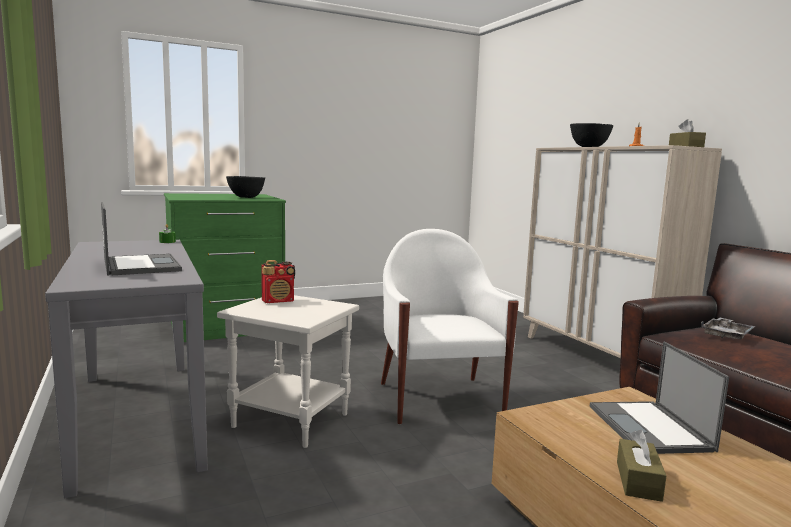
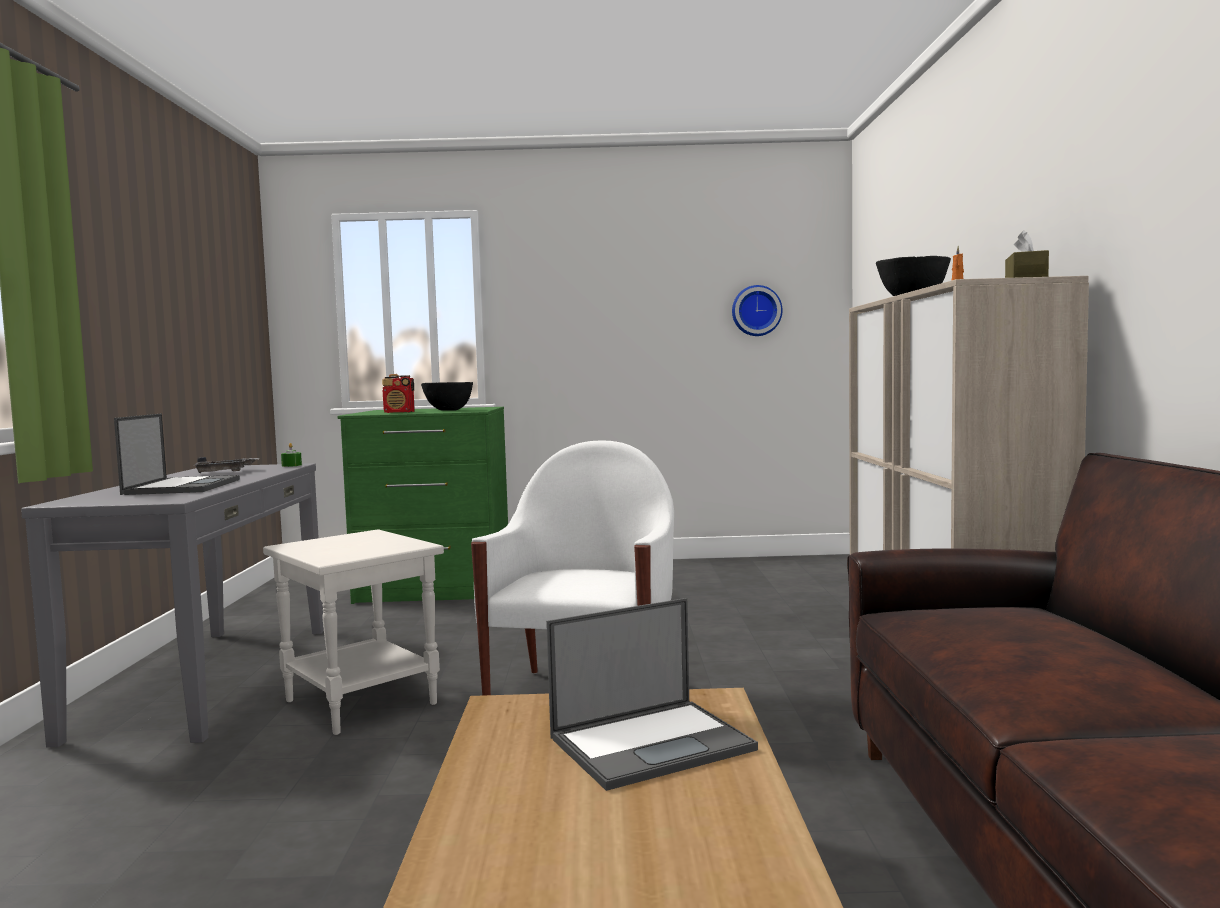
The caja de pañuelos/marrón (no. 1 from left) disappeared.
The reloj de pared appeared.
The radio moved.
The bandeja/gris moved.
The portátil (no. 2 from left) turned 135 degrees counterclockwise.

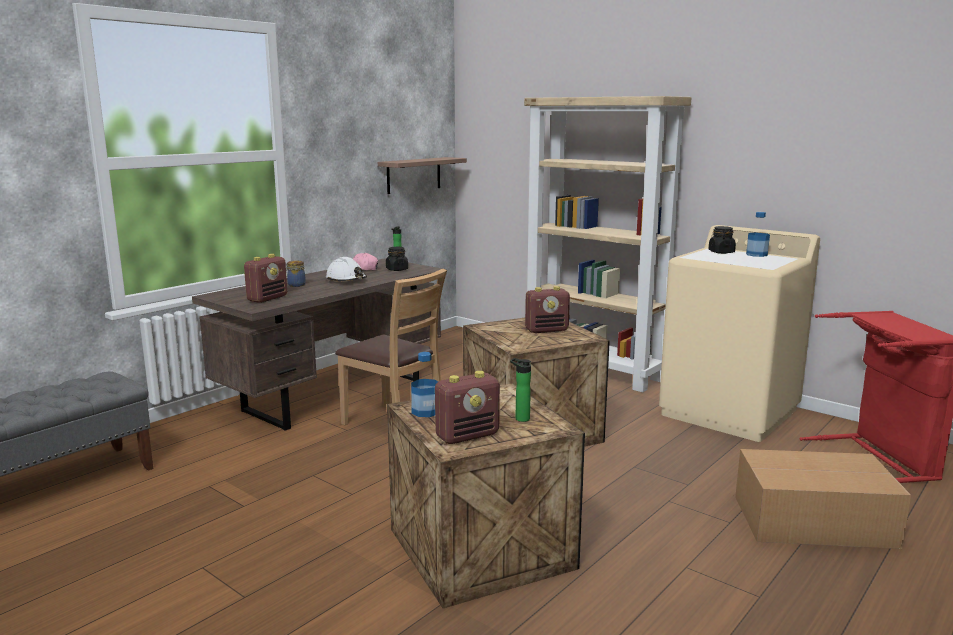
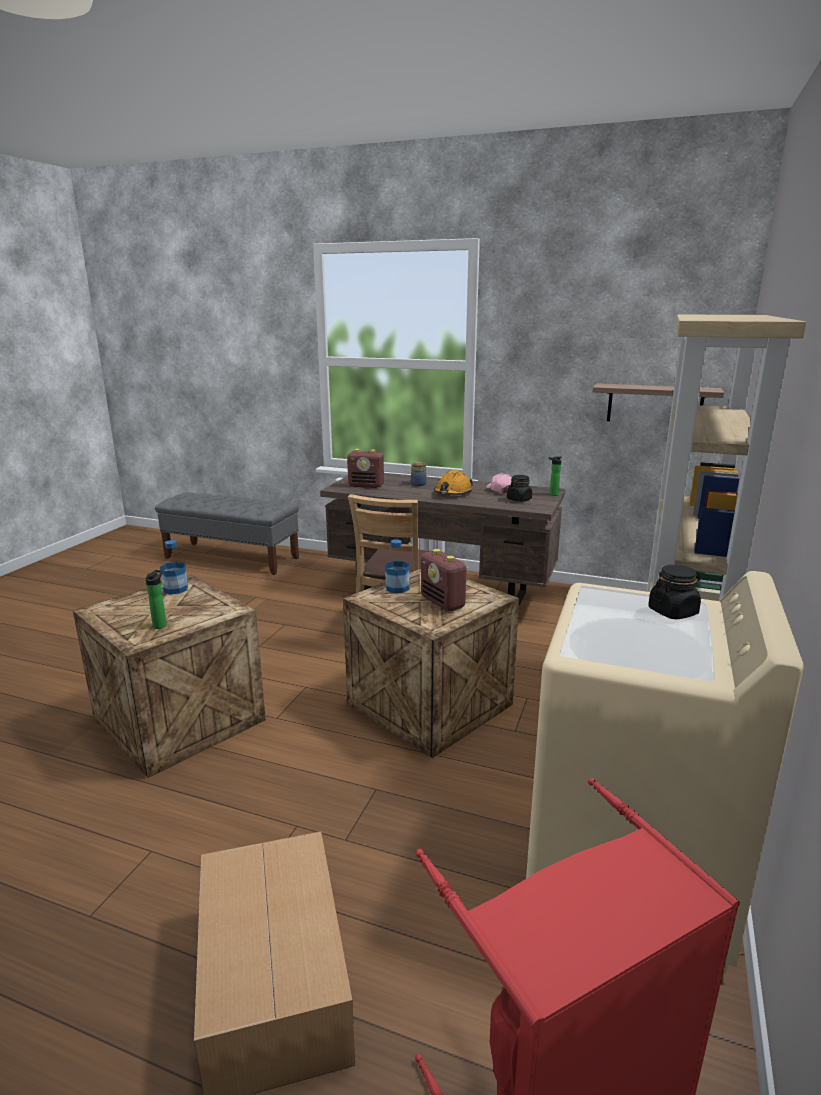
The radio (no. 2 from left) disappeared.
The botella (no. 4 from left in the first image) moved.
The casco/blanco became the casco/naranja.

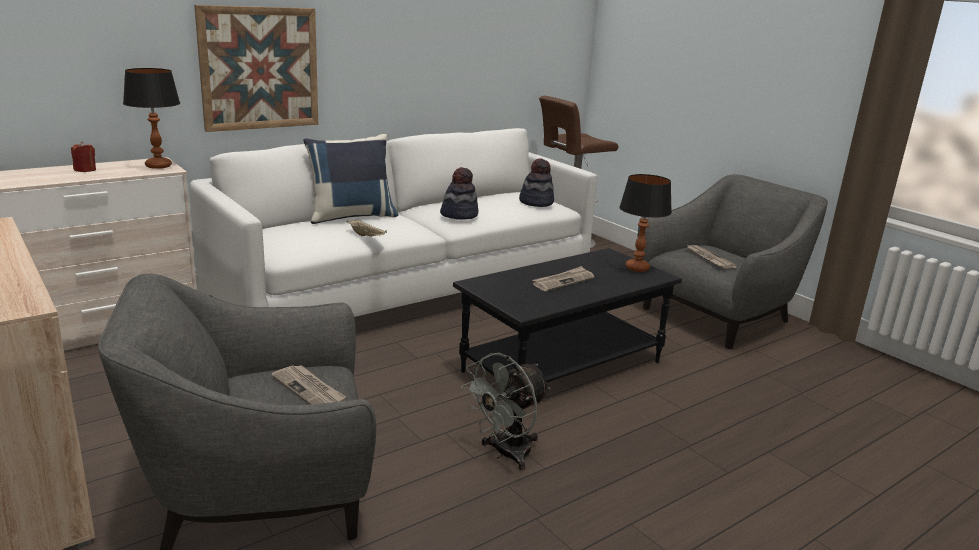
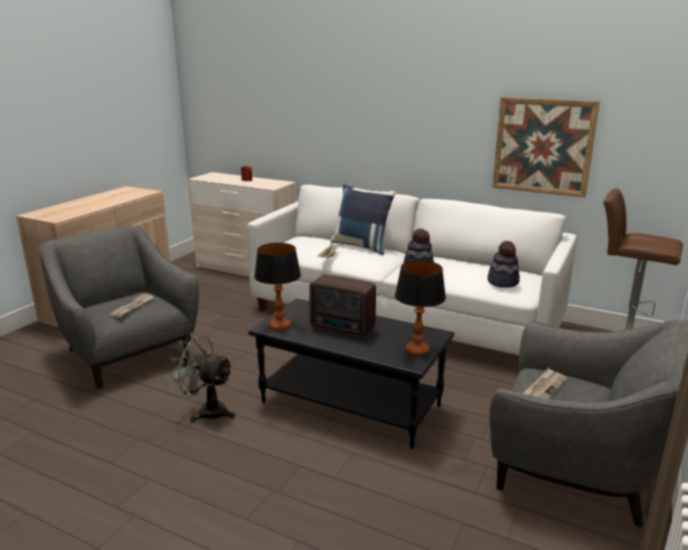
The lámpara de mesa (no. 1 from left) moved.
The cuadro moved.
The periódico (no. 2 from left) was replaced by the radio.

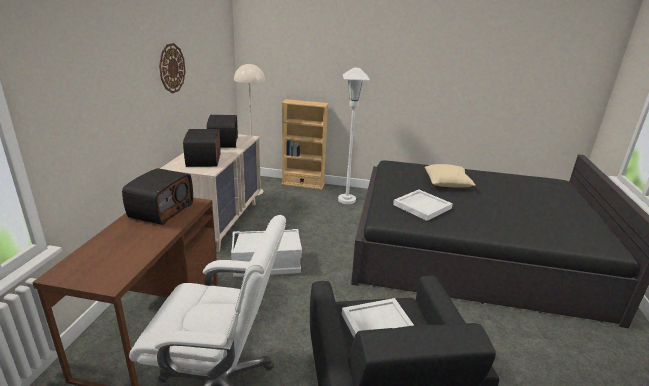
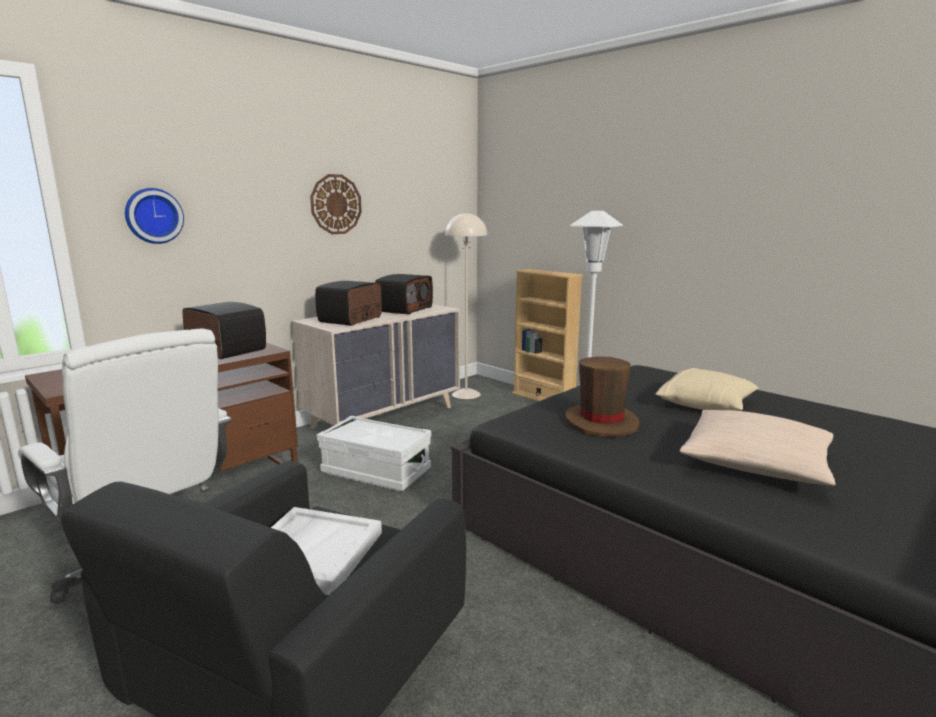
The reloj de pared (no. 1 from left) appeared.
The cojín/beis (no. 2 from left) appeared.
The bandeja/blanco (no. 2 from left) was replaced by the sombrero/marrón.
The radio (no. 1 from left) turned 105 degrees counterclockwise.

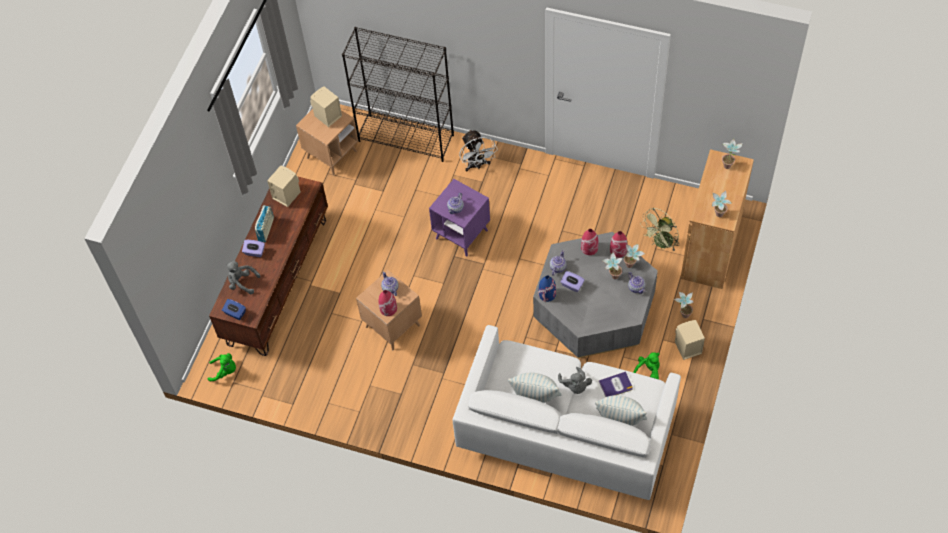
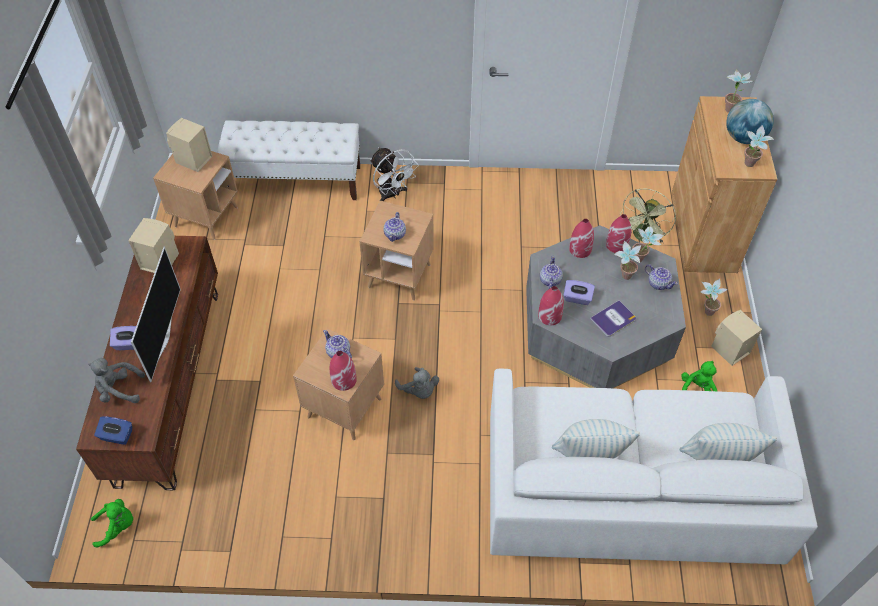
The radio disappeared.
The televisor appeared.
The globo terráqueo appeared.
The peluche/gris (no. 2 from left) moved.
The libro moved.
The estantería/negro was replaced by the banco/blanco.
The mesa auxiliar/morado became the mesa auxiliar/marrón (no. 3 from left).
The florero/azul became the florero/rojo (no. 2 from left).

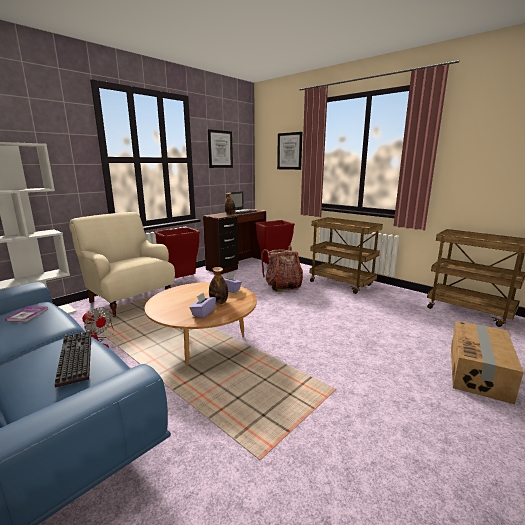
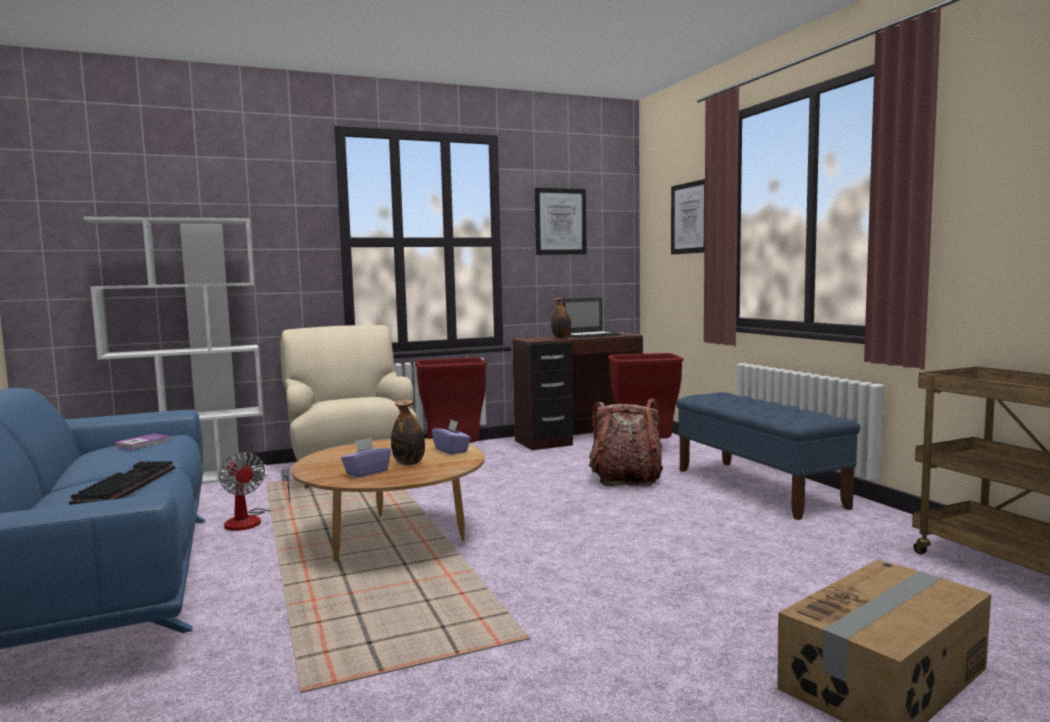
The carrito/marrón (no. 1 from left) was replaced by the banco/azul.

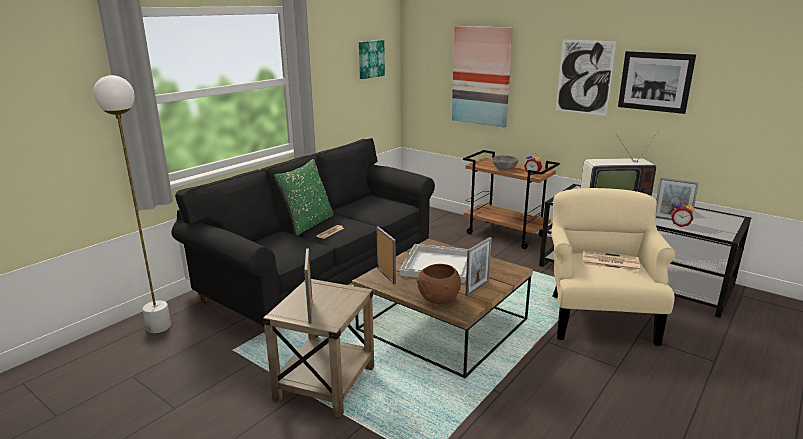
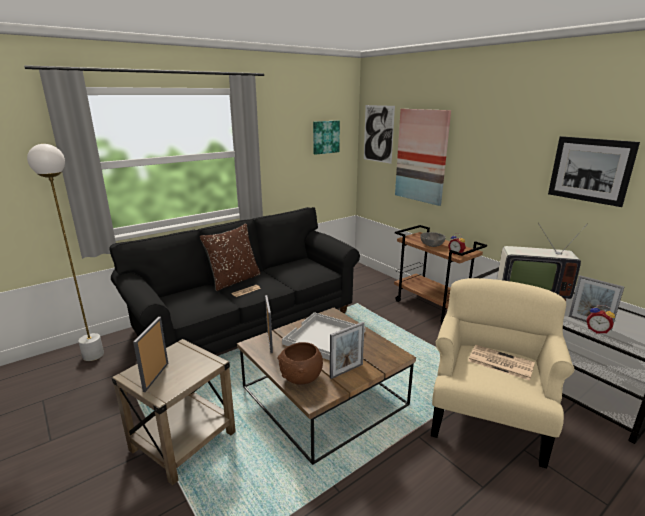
The cuadro (no. 3 from left in the first image) moved.
The cojín/verde became the cojín/marrón.

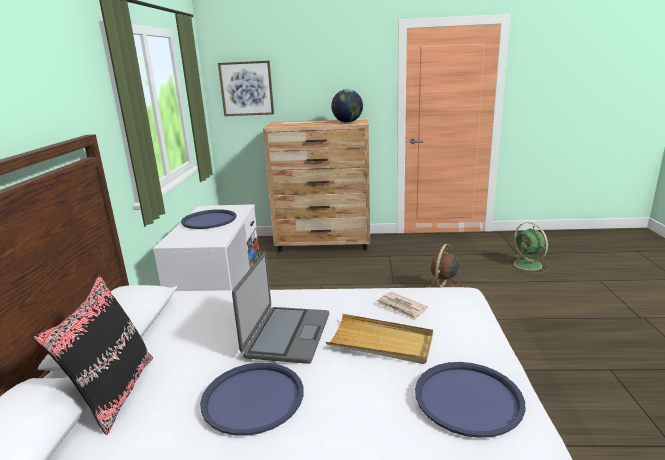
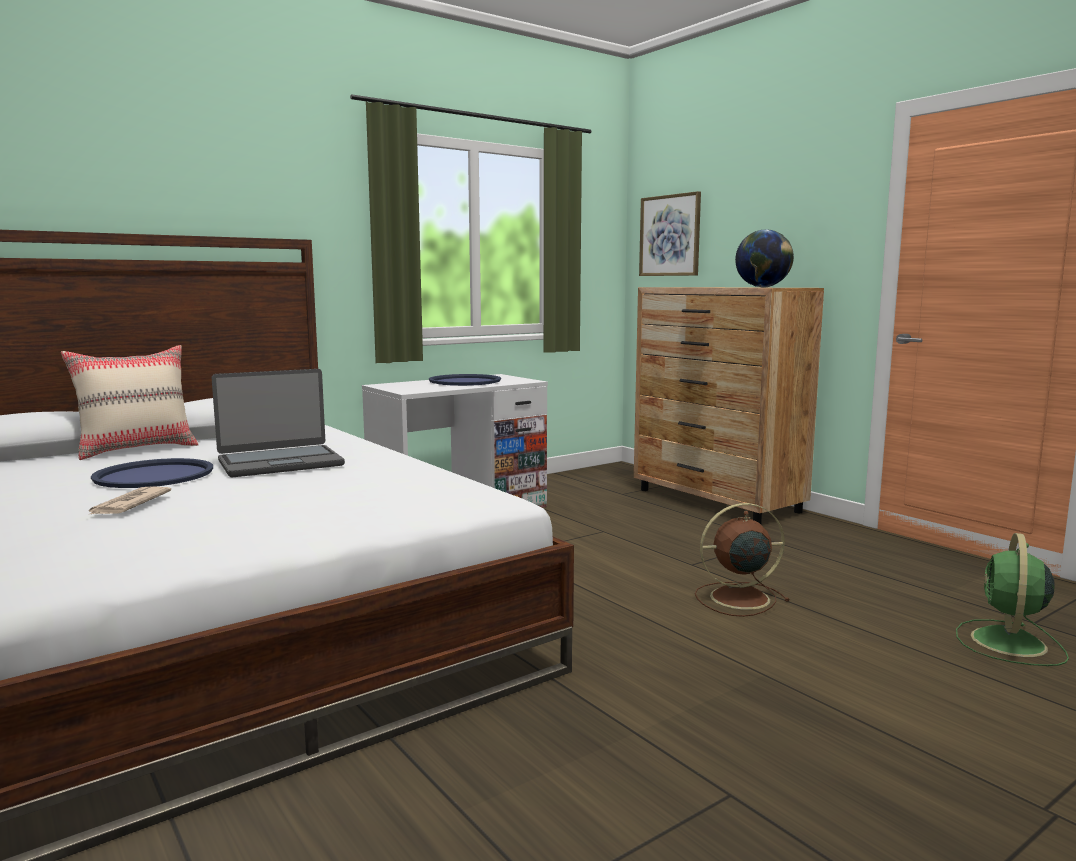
The bandeja/beis disappeared.
The bandeja/azul (no. 3 from left) disappeared.
The periódico moved.
The cojín/negro became the cojín/beis.

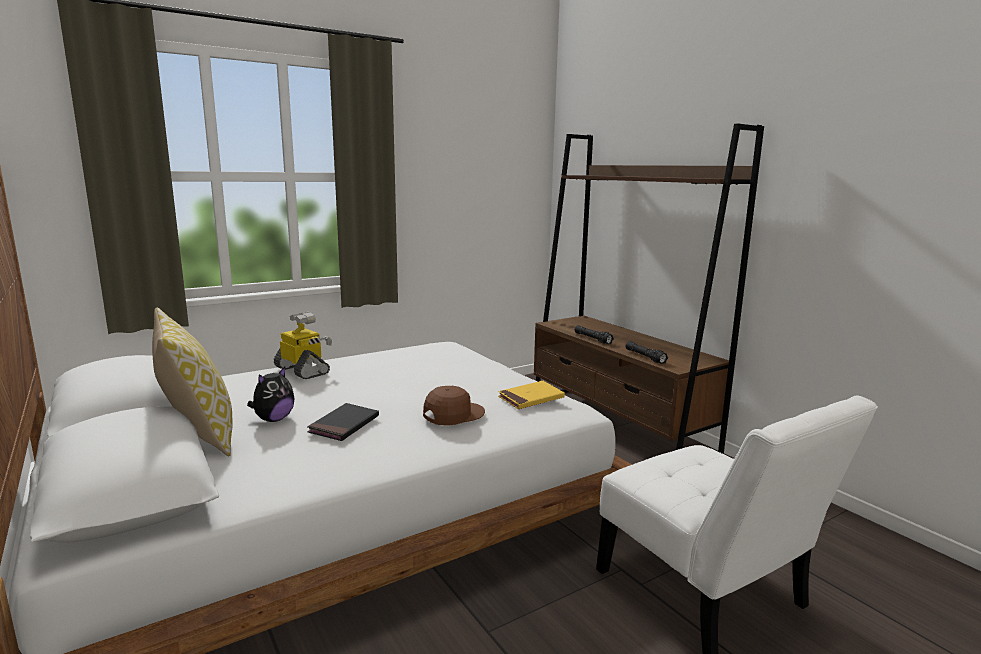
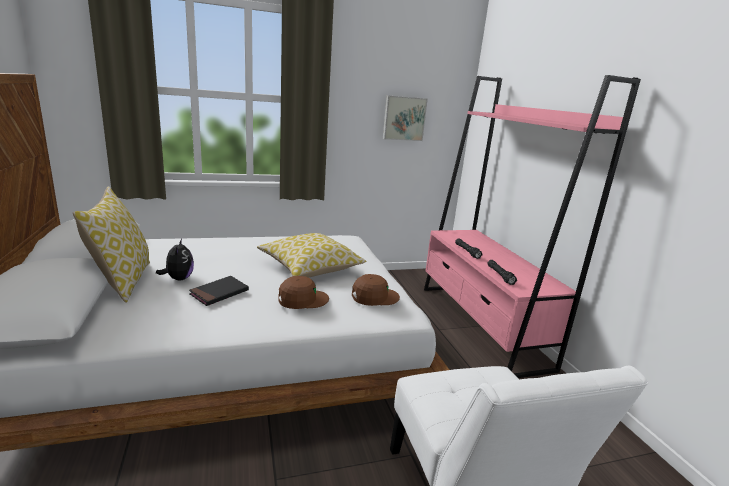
The robot de juguete disappeared.
The cojín (no. 2 from left) appeared.
The cuadro appeared.
The libro/amarillo was replaced by the gorra/marrón (no. 2 from left).
The estantería/marrón became the estantería/rosa.
The peluche turned 60 degrees counterclockwise.

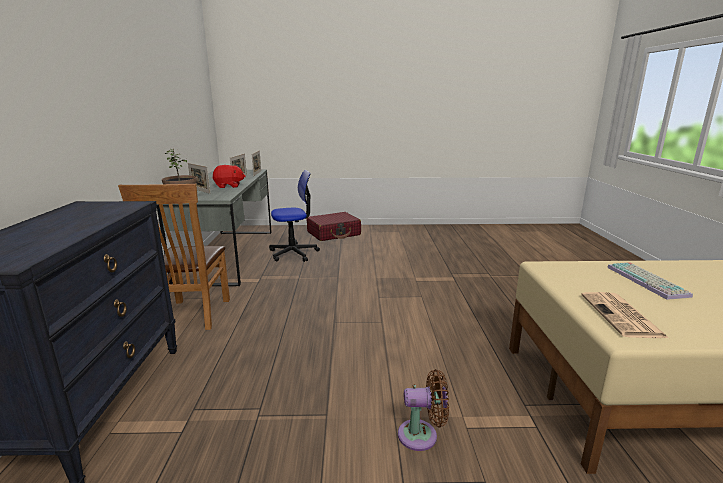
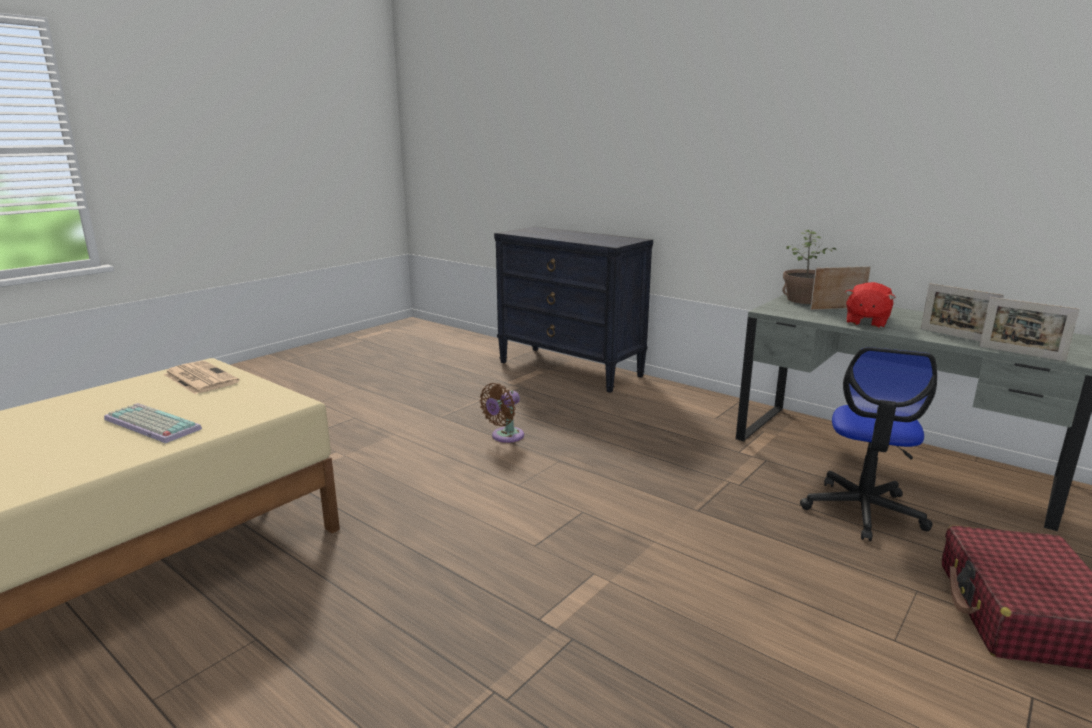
The silla/marrón disappeared.
The ventilador/marrón moved.

